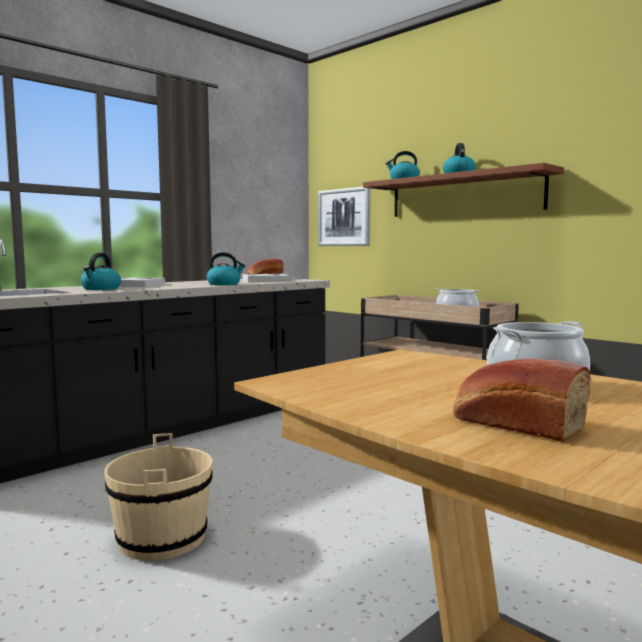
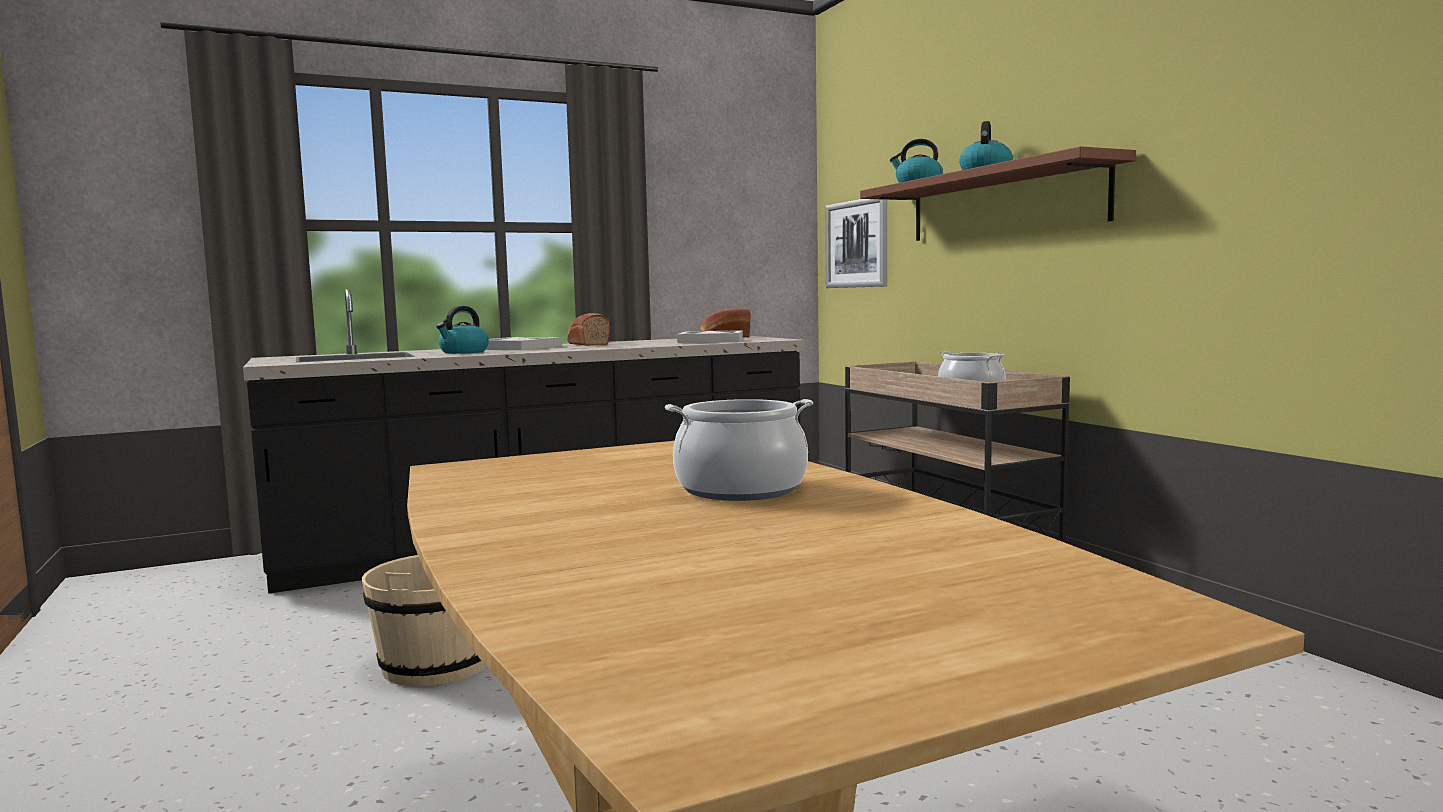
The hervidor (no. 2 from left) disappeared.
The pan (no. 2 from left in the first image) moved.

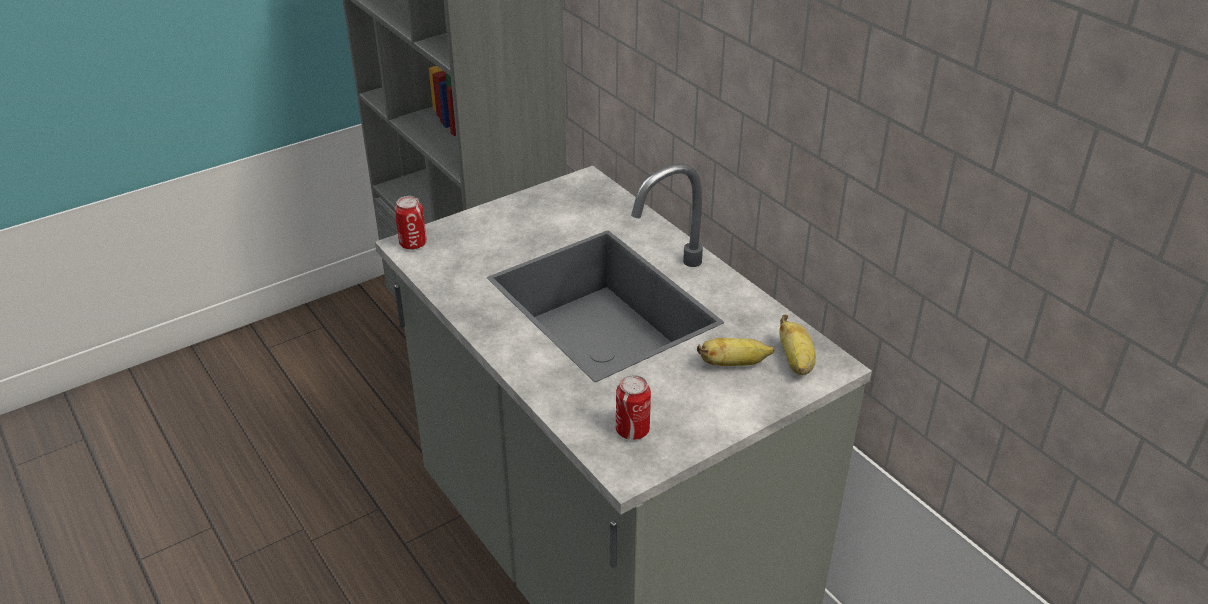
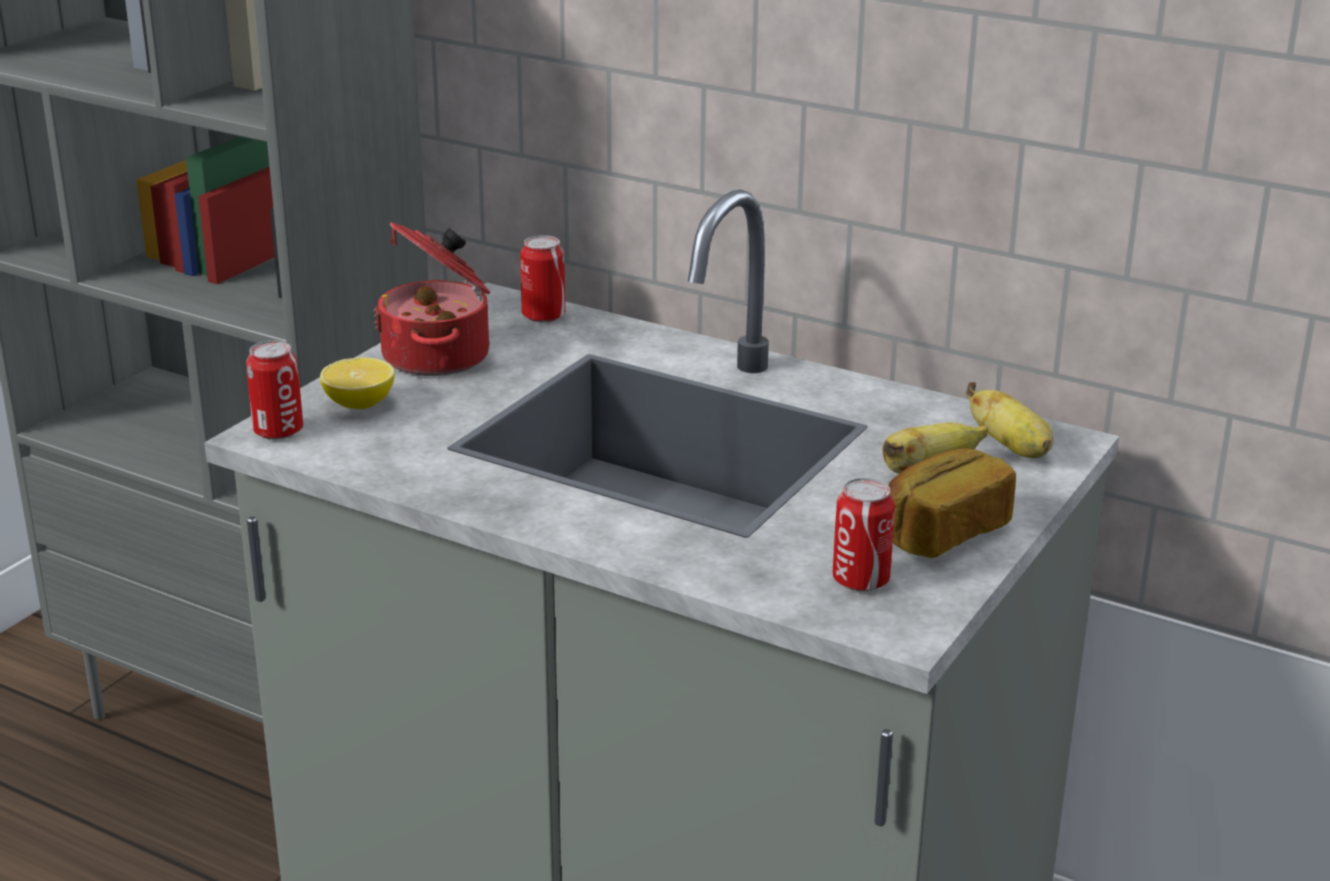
The limón appeared.
The olla appeared.
The lata (no. 2 from left) appeared.
The pan appeared.

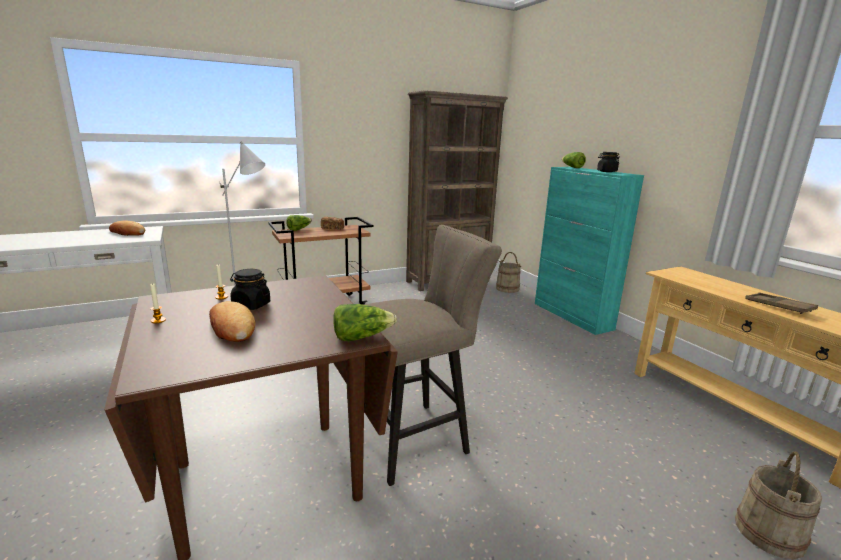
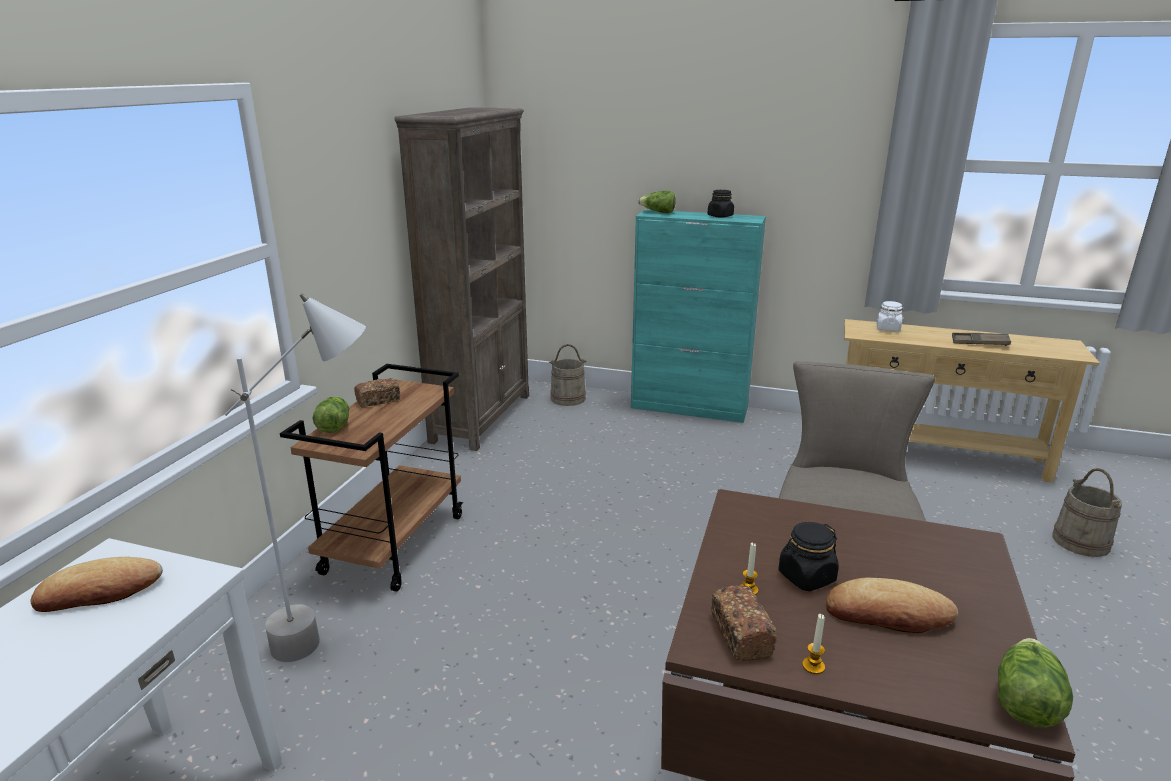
The pan (no. 3 from left) appeared.
The tarro/blanco appeared.
The lechuga (no. 2 from left in the first image) moved.

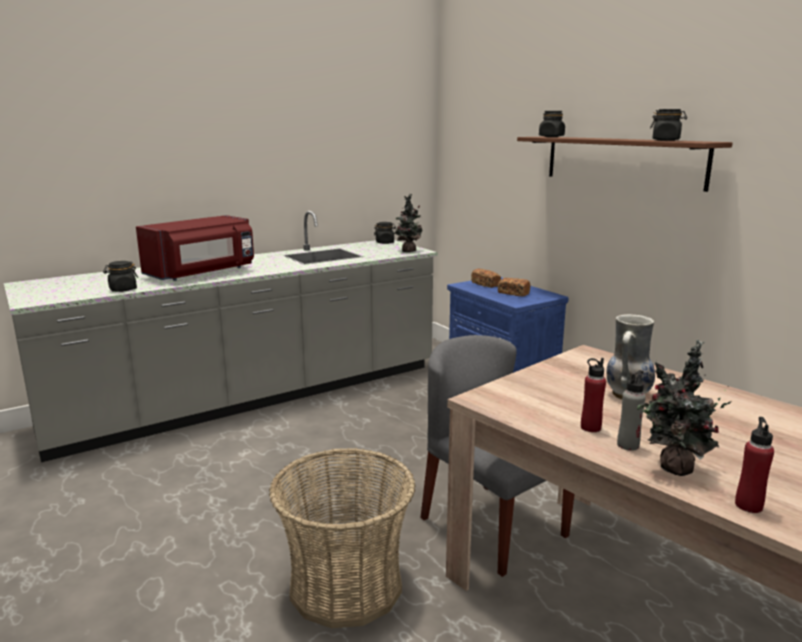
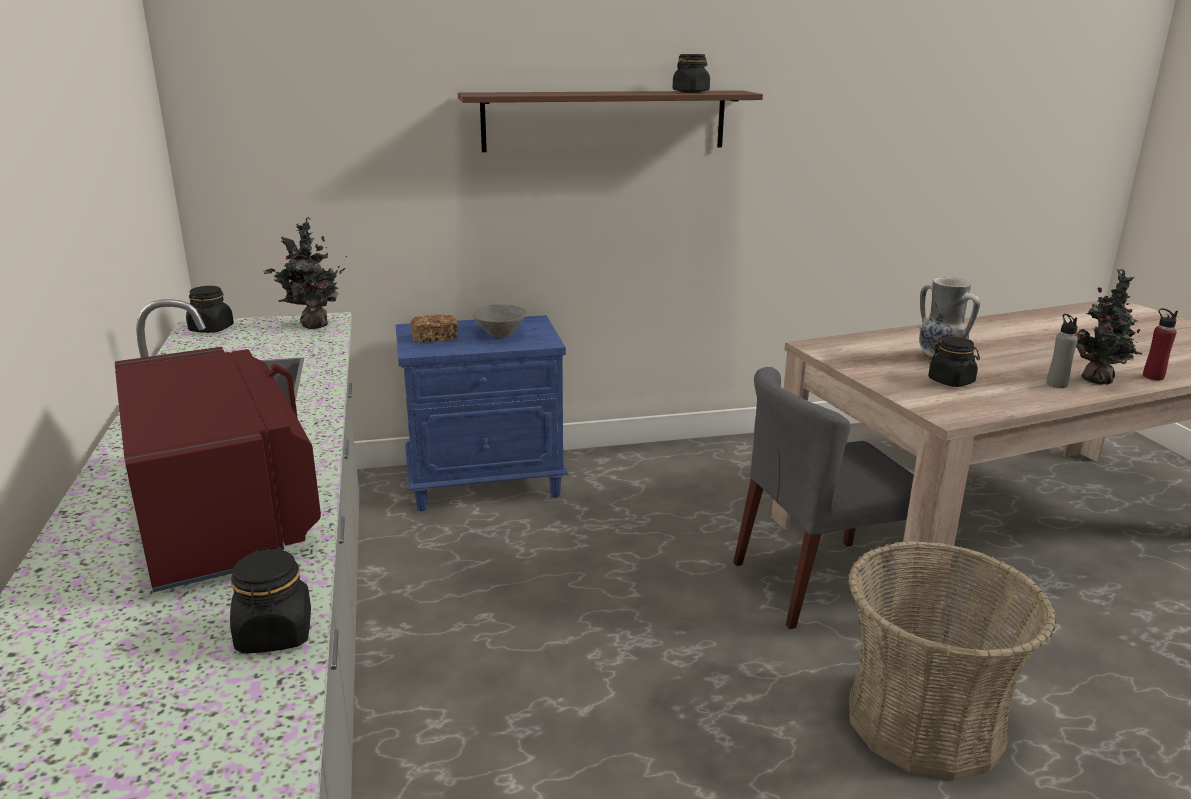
The botella/rojo (no. 1 from left) disappeared.
The tarro/negro (no. 3 from left in the first image) moved.
The pan (no. 2 from left) was replaced by the cuenco/gris.

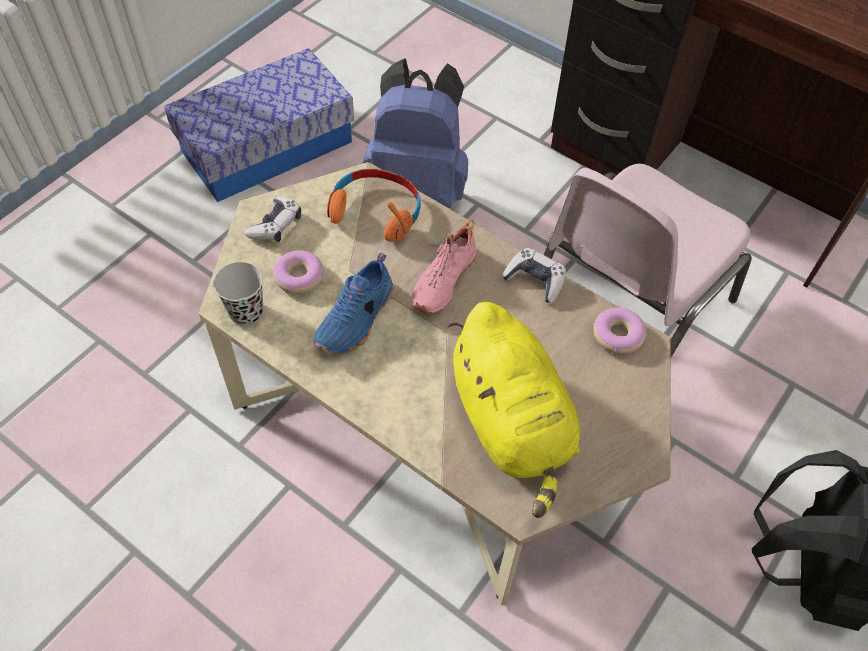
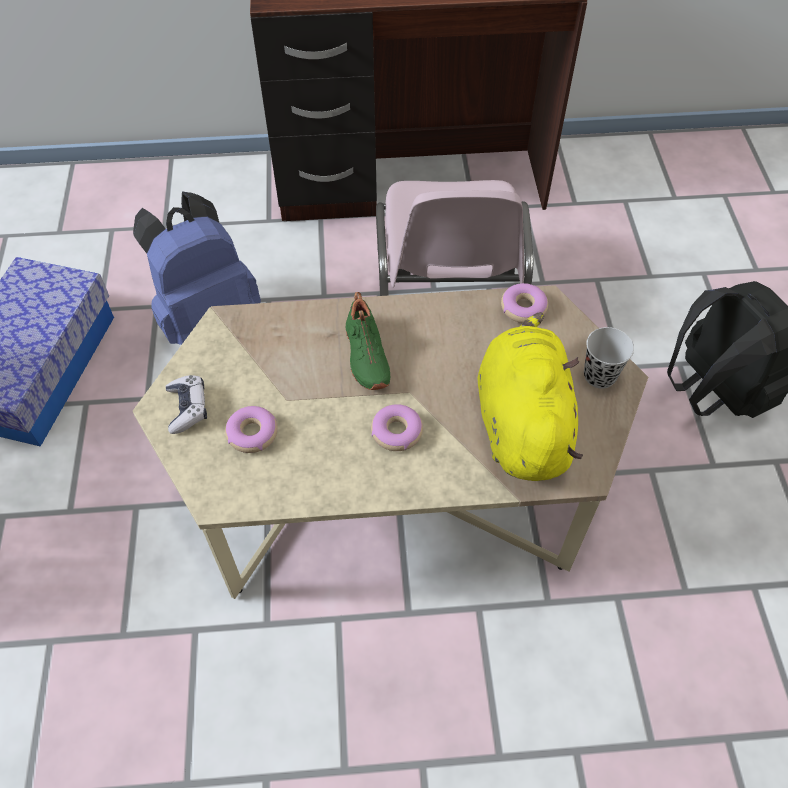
The zapato/azul disappeared.
The auriculares/naranja disappeared.
The mando de consola (no. 2 from left) disappeared.
The rosquilla (no. 2 from left) appeared.
The taza/negro moved.
The zapato/rosa became the zapato/verde.
The peluche/amarillo turned 120 degrees counterclockwise.

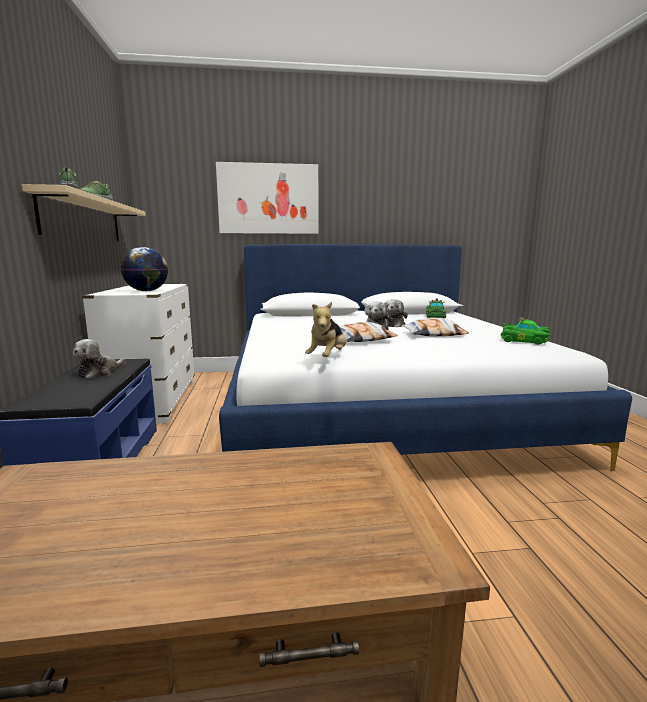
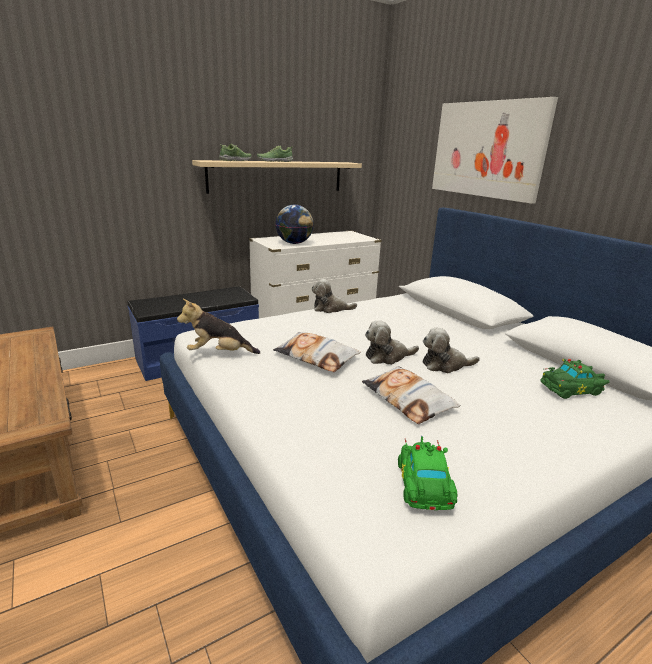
The peluche (no. 1 from left in the first image) moved.

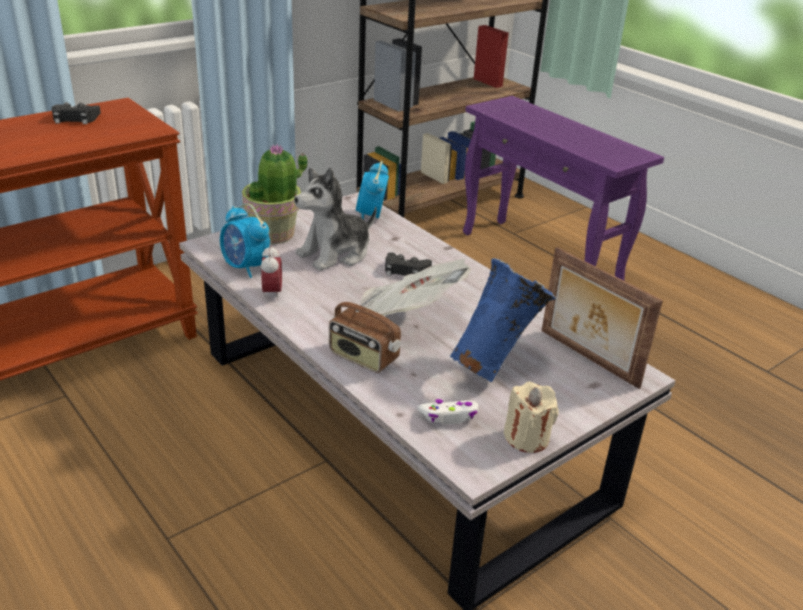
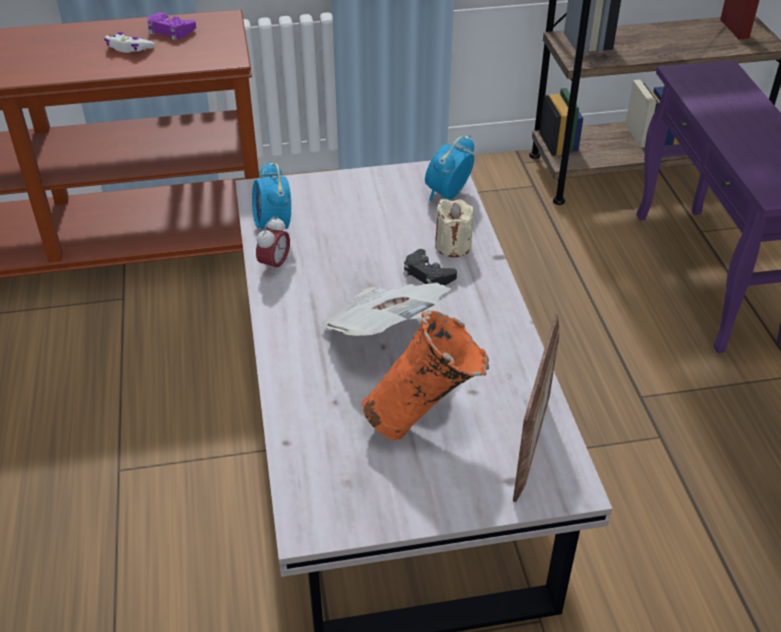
The planta en maceta disappeared.
The peluche disappeared.
The radio disappeared.
The mando de consola/blanco moved.
The vela/beis moved.
The mando de consola/negro (no. 1 from left) became the mando de consola/morado.
The florero/azul became the florero/naranja.
The portarretratos turned 150 degrees counterclockwise.

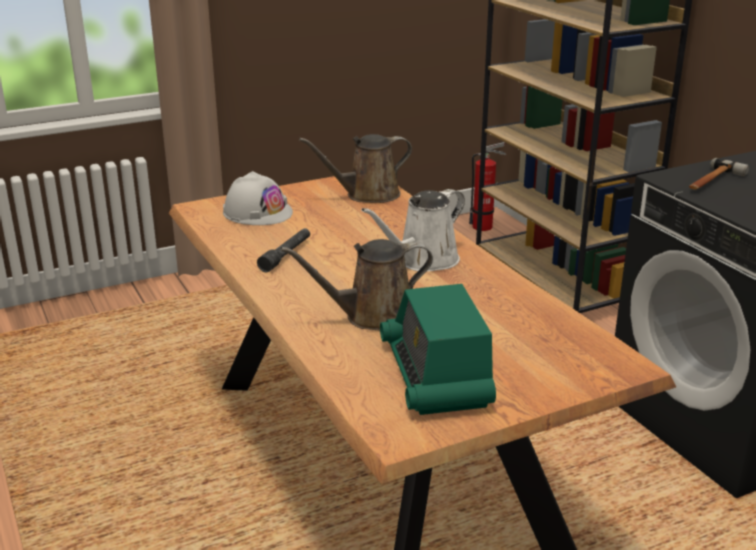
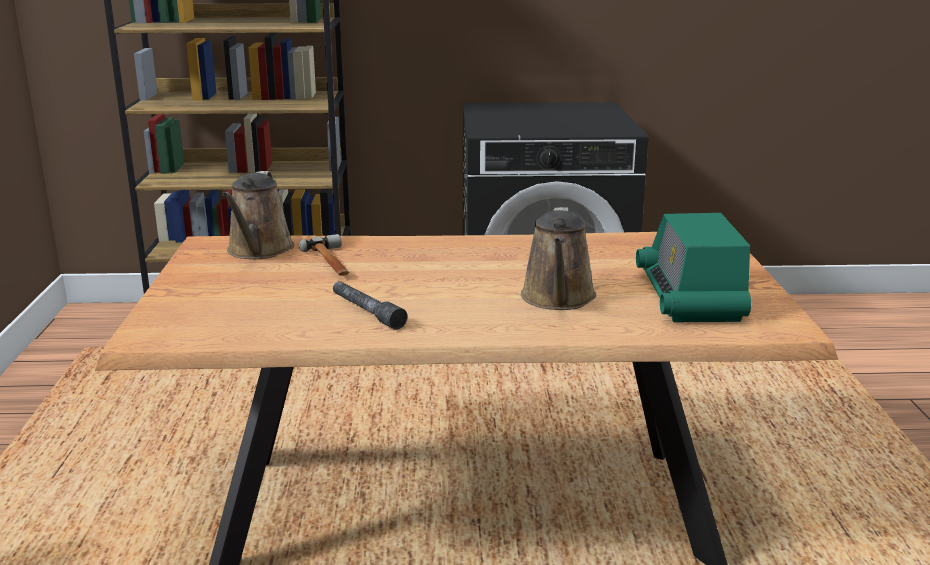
The casco/blanco disappeared.
The regadera/blanco disappeared.
The extintor disappeared.
The martillo moved.
The radio turned 75 degrees clockwise.

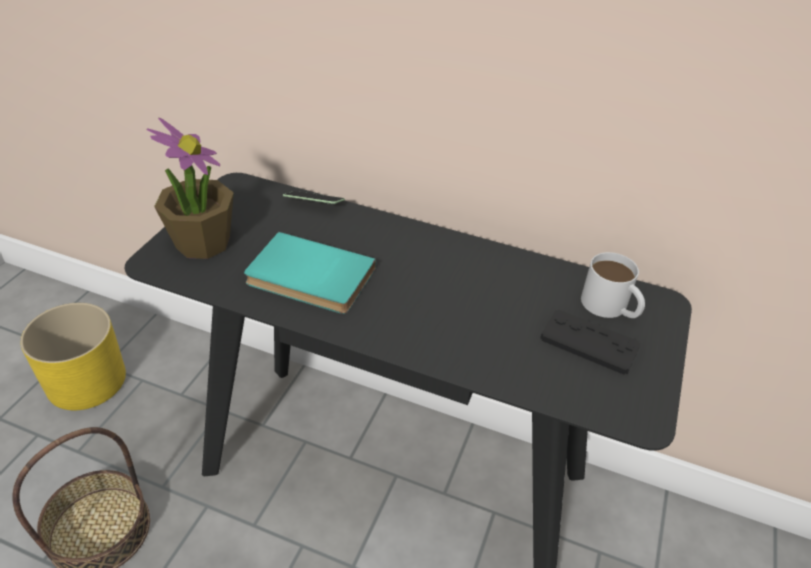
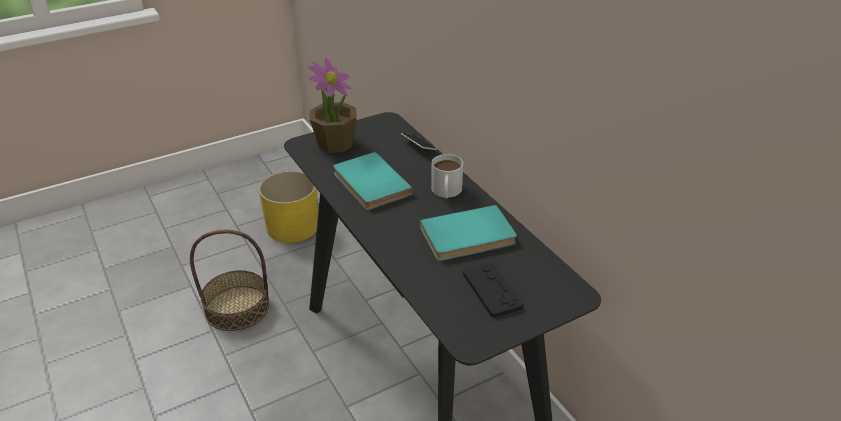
The libro/turquesa (no. 2 from left) appeared.
The taza grande/blanco moved.

